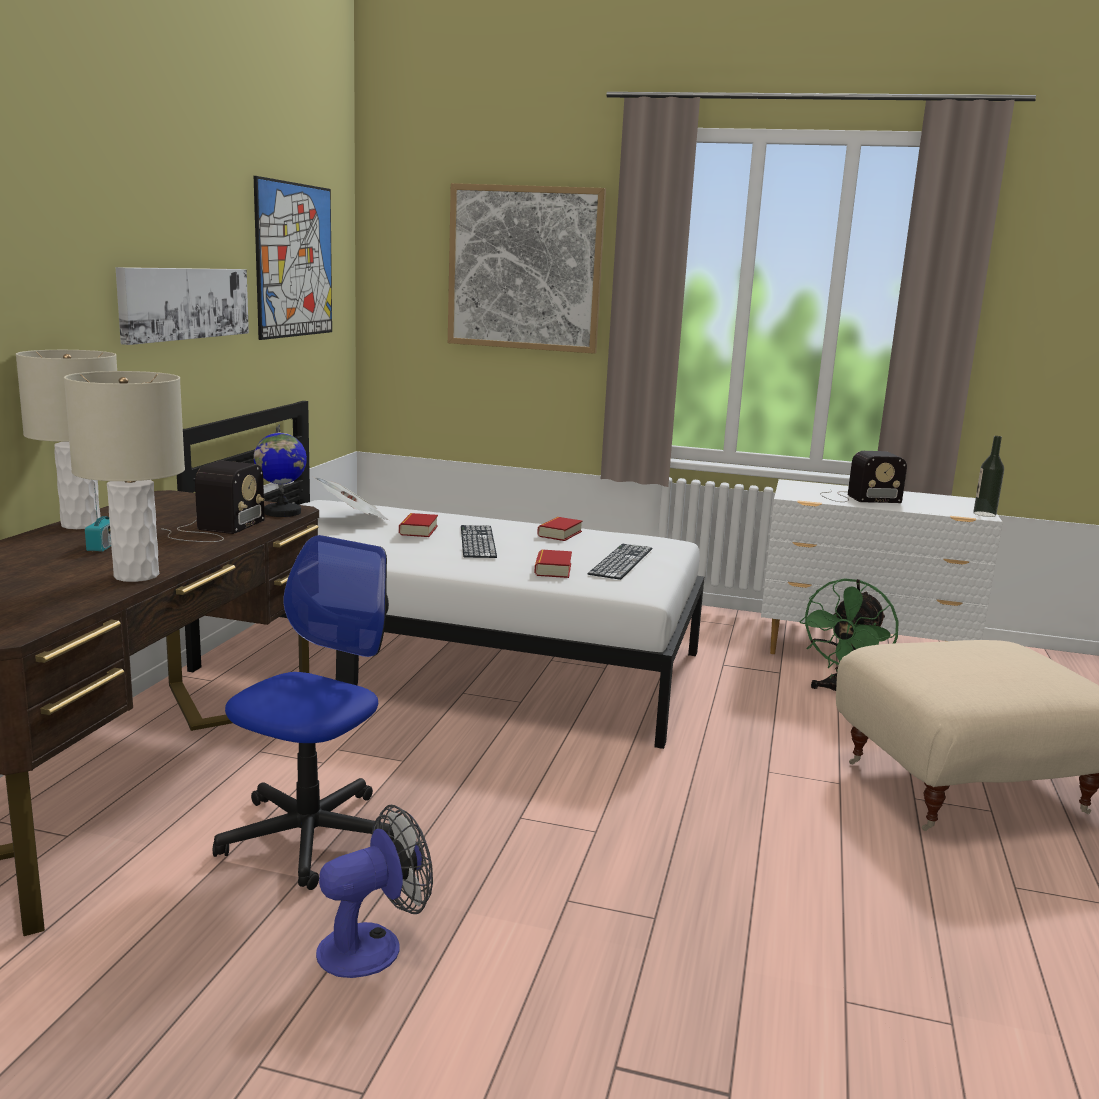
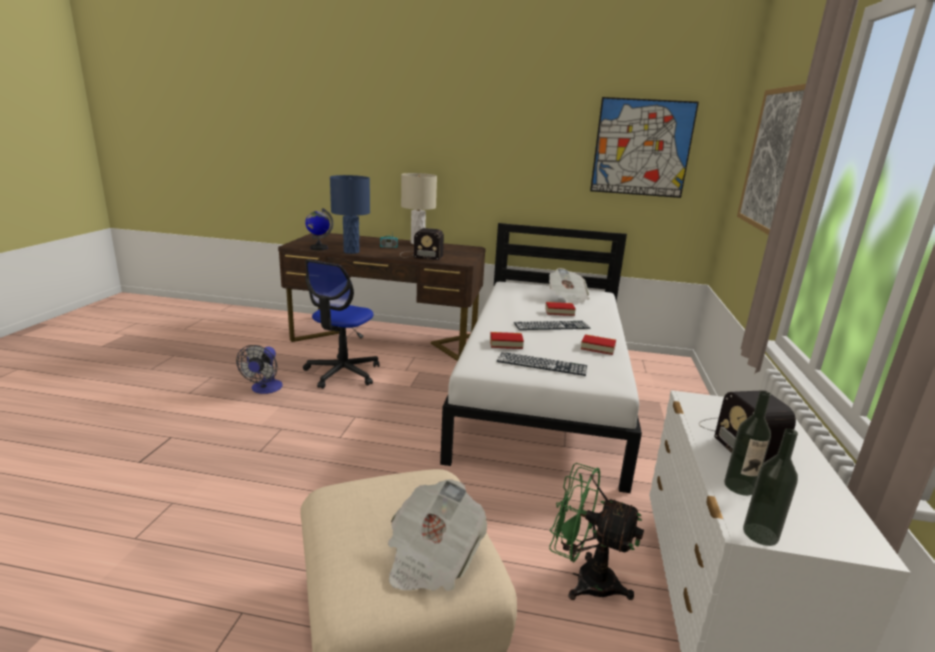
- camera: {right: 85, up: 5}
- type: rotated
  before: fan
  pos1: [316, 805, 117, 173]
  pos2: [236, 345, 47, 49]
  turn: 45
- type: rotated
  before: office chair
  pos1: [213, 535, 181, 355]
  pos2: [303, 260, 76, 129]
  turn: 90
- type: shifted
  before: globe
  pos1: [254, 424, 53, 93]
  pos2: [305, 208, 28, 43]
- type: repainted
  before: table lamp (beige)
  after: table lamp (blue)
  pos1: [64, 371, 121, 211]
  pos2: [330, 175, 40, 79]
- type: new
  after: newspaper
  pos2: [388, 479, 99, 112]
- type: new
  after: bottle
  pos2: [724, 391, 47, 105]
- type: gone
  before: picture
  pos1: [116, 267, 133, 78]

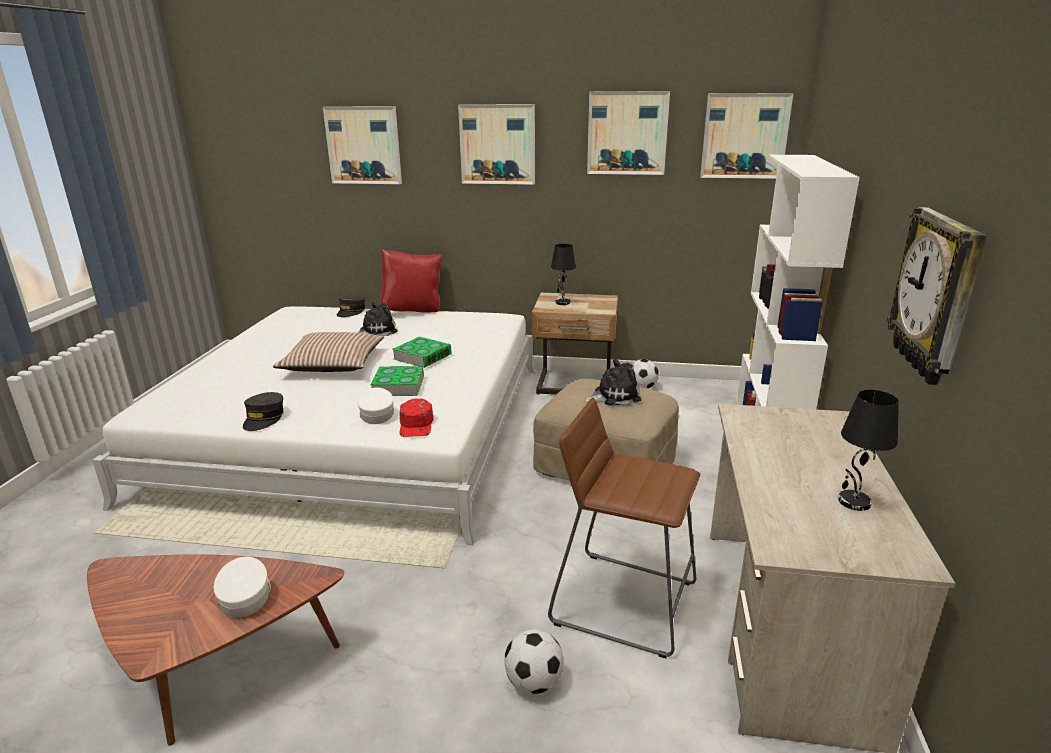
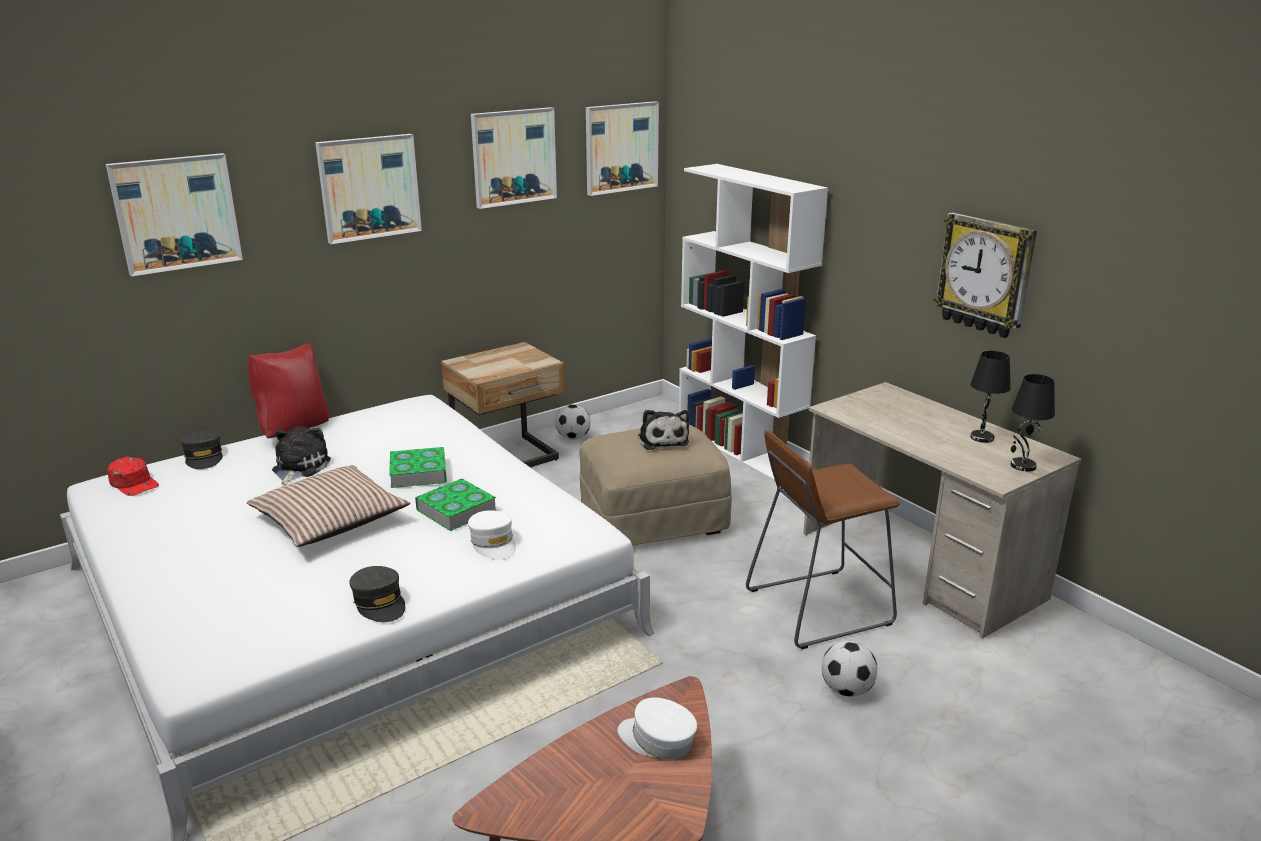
- camera: {right: -45, up: 0}
- type: shifted
  before: cap (red)
  pos1: [400, 398, 34, 39]
  pos2: [107, 457, 52, 39]
- type: rotated
  before: cap (white)
  pos1: [358, 388, 36, 36]
  pos2: [468, 510, 48, 50]
  turn: -150
- type: rotated
  before: plush toy
  pos1: [584, 358, 57, 47]
  pos2: [638, 410, 51, 40]
  turn: 135
- type: shifted
  before: table lamp (black)
  pos1: [551, 244, 25, 61]
  pos2: [1011, 374, 44, 97]

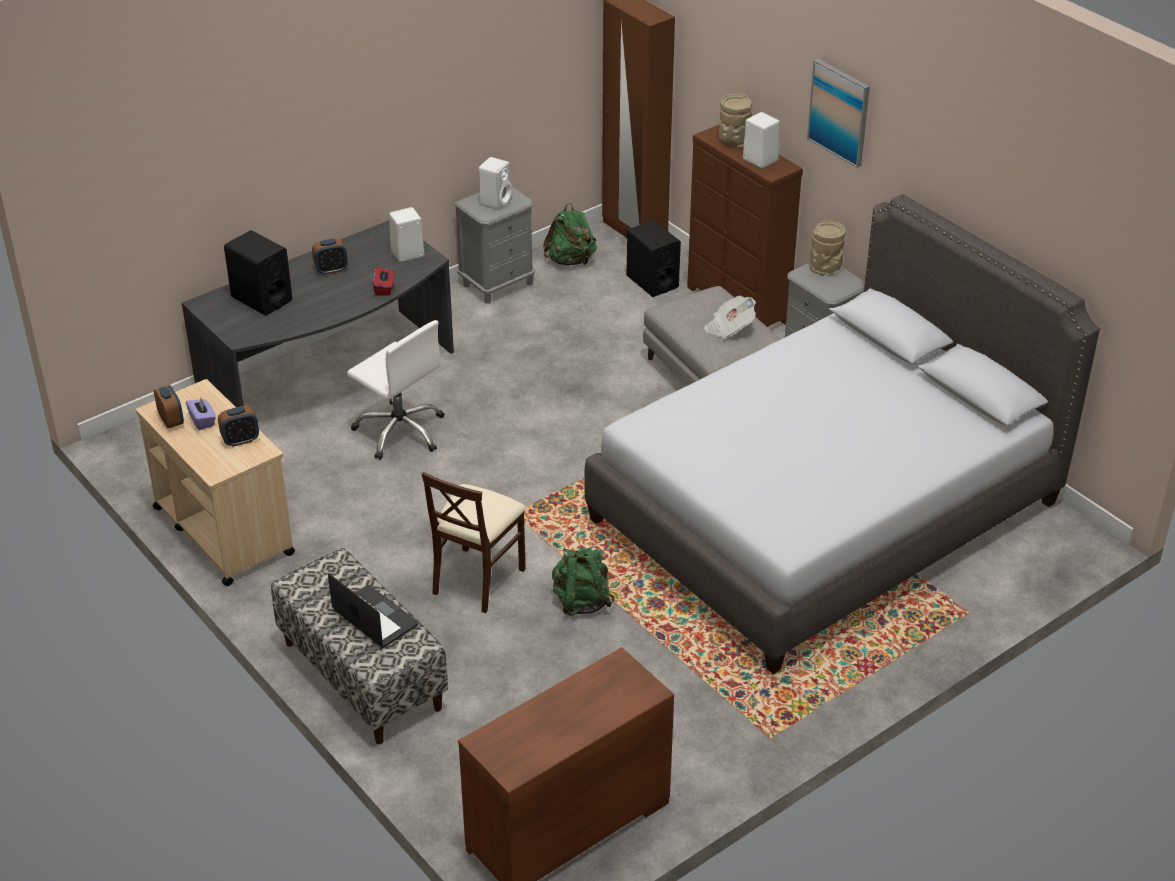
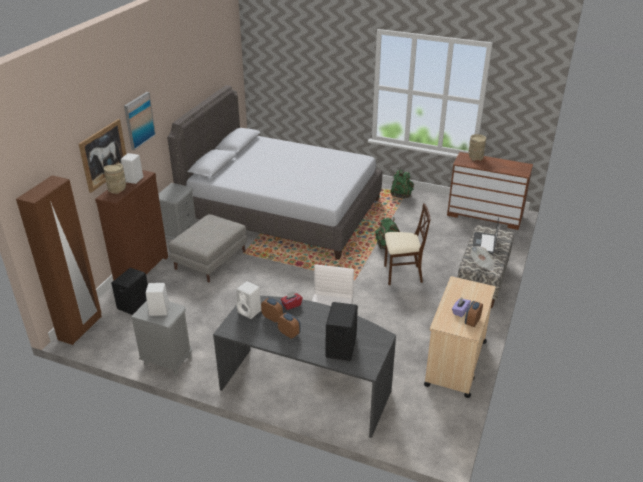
- camera: {right: -120, up: -5}
- type: new
  after: picture
  pos2: [79, 119, 47, 74]
- type: shifted
  before: alarm clock
  pos1: [218, 406, 41, 41]
  pos2: [261, 297, 23, 25]
- type: shifted
  before: backpack (green)
  pos1: [543, 203, 54, 63]
  pos2: [390, 170, 24, 28]
- type: shifted
  before: vase (beige)
  pos1: [809, 220, 37, 56]
  pos2: [468, 134, 18, 27]
- type: shifted
  before: newspaper
  pos1: [704, 296, 52, 44]
  pos2: [470, 246, 25, 26]

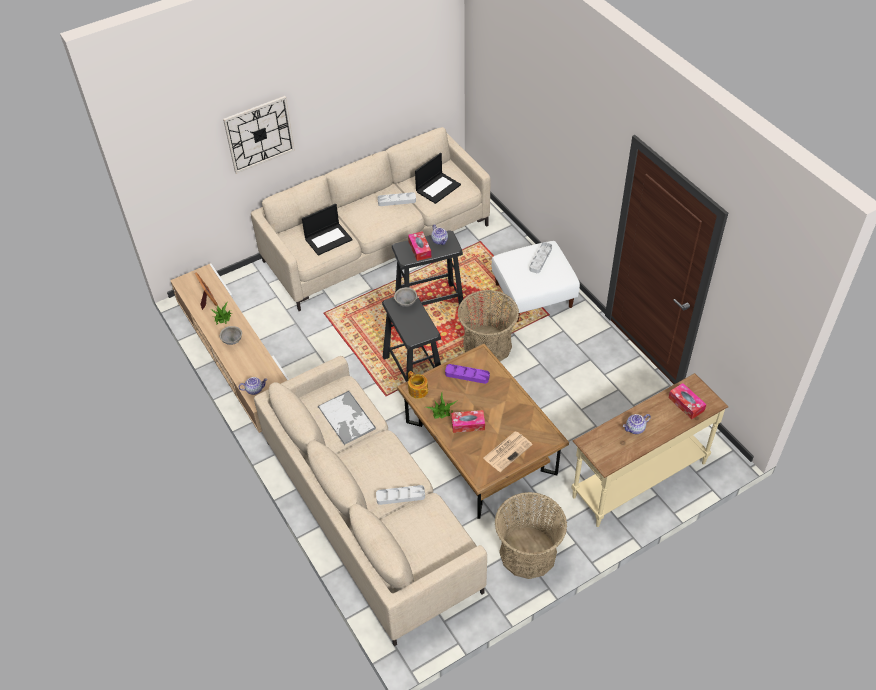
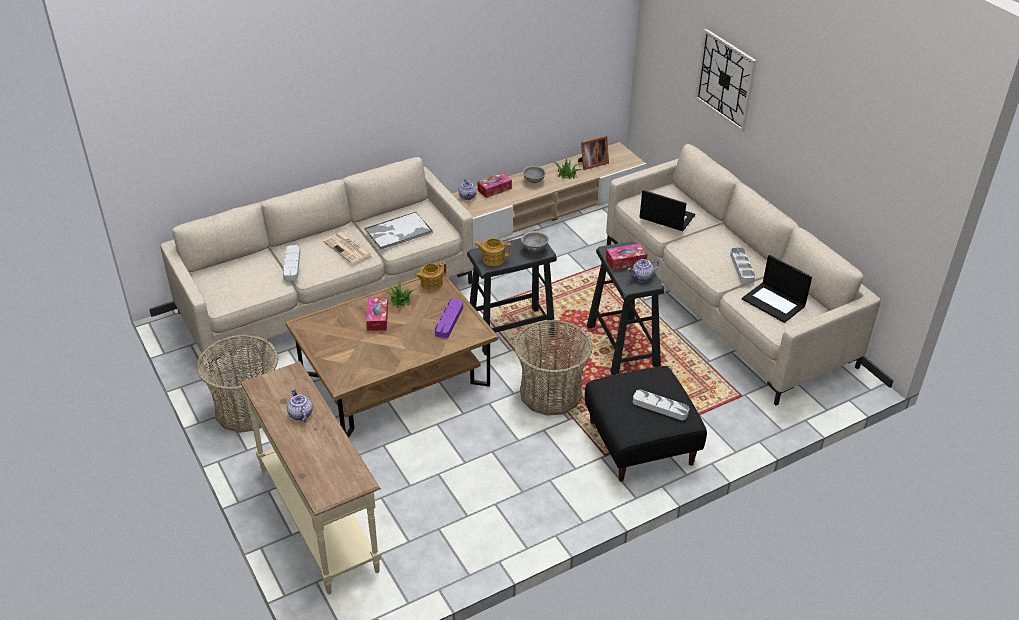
- camera: {right: 90, up: -10}
- type: shifted
  before: newspaper
  pos1: [483, 432, 50, 40]
  pos2: [323, 232, 50, 32]
- type: new
  after: teapot
  pos2: [475, 238, 36, 28]
- type: shifted
  before: tissue box
  pos1: [668, 383, 38, 36]
  pos2: [477, 173, 35, 25]
- type: repainted
  before: ottoman (white)
  after: ottoman (black)
  pos1: [492, 241, 88, 81]
  pos2: [585, 366, 122, 116]
- type: rotated
  before: laptop
  pos1: [302, 203, 50, 53]
  pos2: [640, 190, 55, 41]
  turn: 150

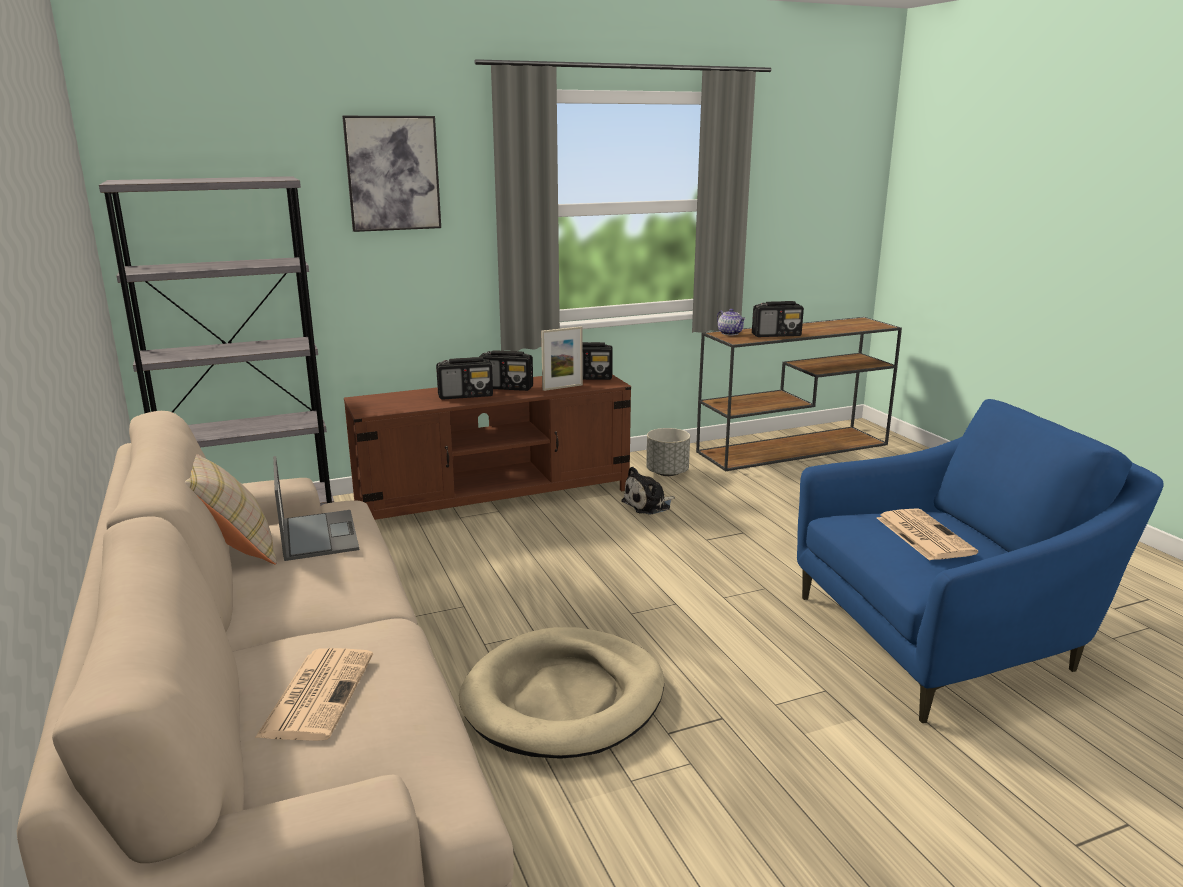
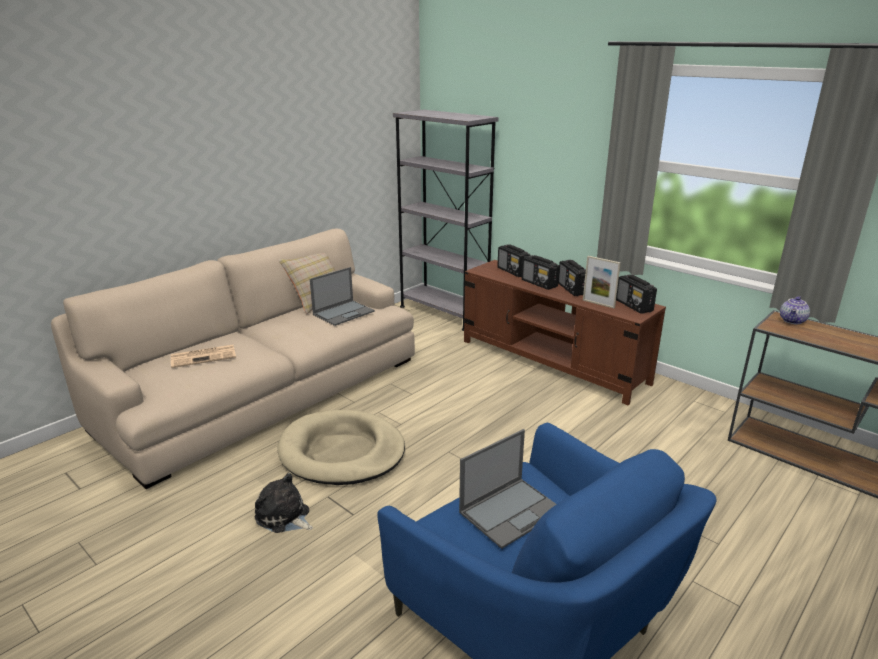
- camera: {right: 65, up: 5}
- type: shifted
  before: plush toy
  pos1: [621, 467, 54, 48]
  pos2: [254, 473, 59, 60]
- type: swapped
  before: newspaper
  after: laptop
  pos1: [877, 508, 101, 53]
  pos2: [459, 429, 97, 120]
- type: shifted
  before: radio
  pos1: [752, 301, 52, 36]
  pos2: [498, 244, 33, 33]
- type: gone
  before: picture
  pos1: [342, 116, 99, 116]
- type: gone
  before: planter (grey)
  pos1: [646, 428, 44, 48]

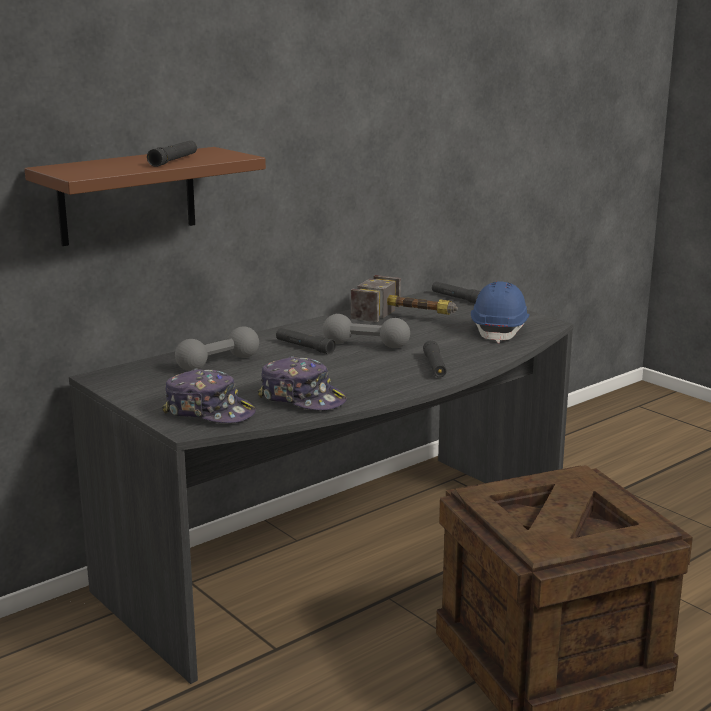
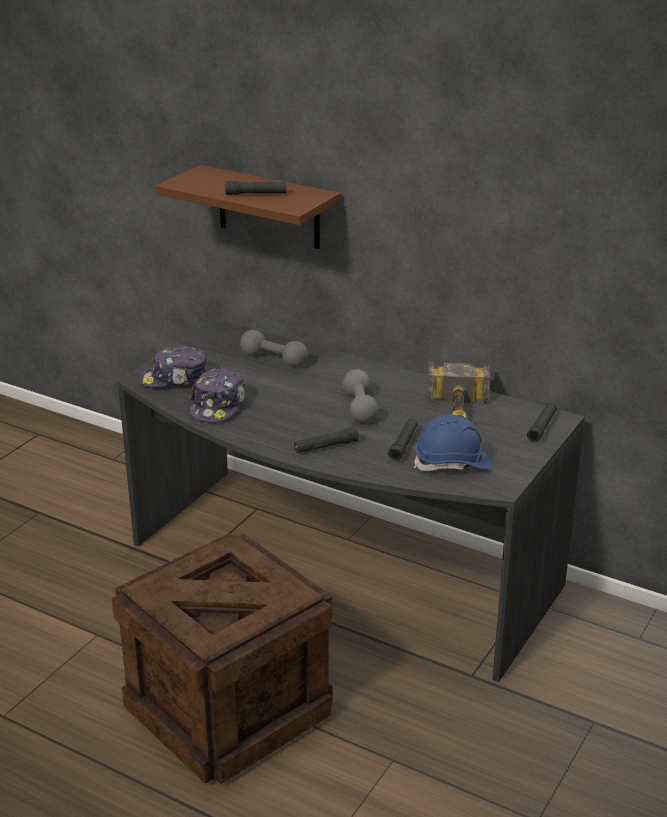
- camera: {right: 70, up: 10}
- type: rotated
  before: cap
  pos1: [162, 368, 94, 55]
  pos2: [139, 347, 68, 41]
  turn: 75
- type: shifted
  before: flashlight (black)
  pos1: [276, 328, 60, 27]
  pos2: [388, 418, 30, 43]

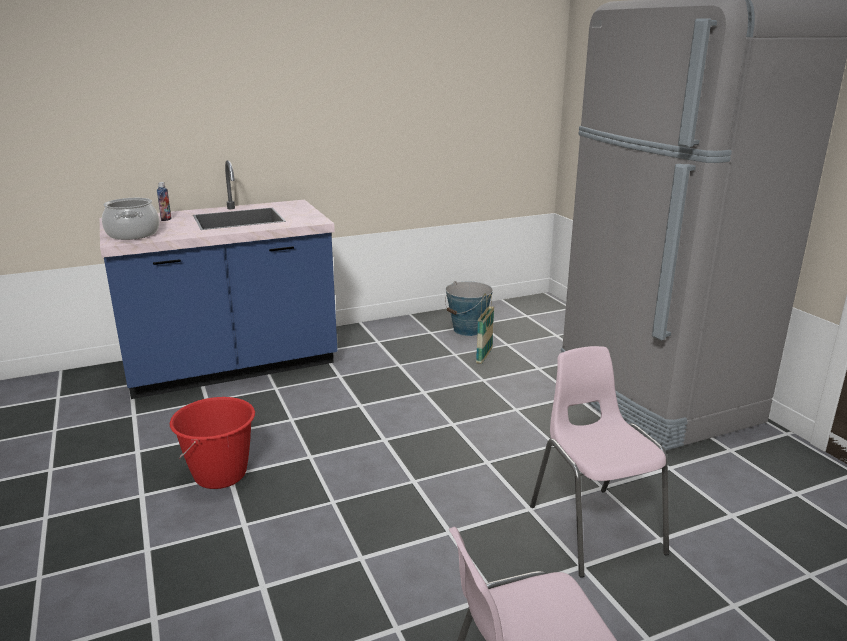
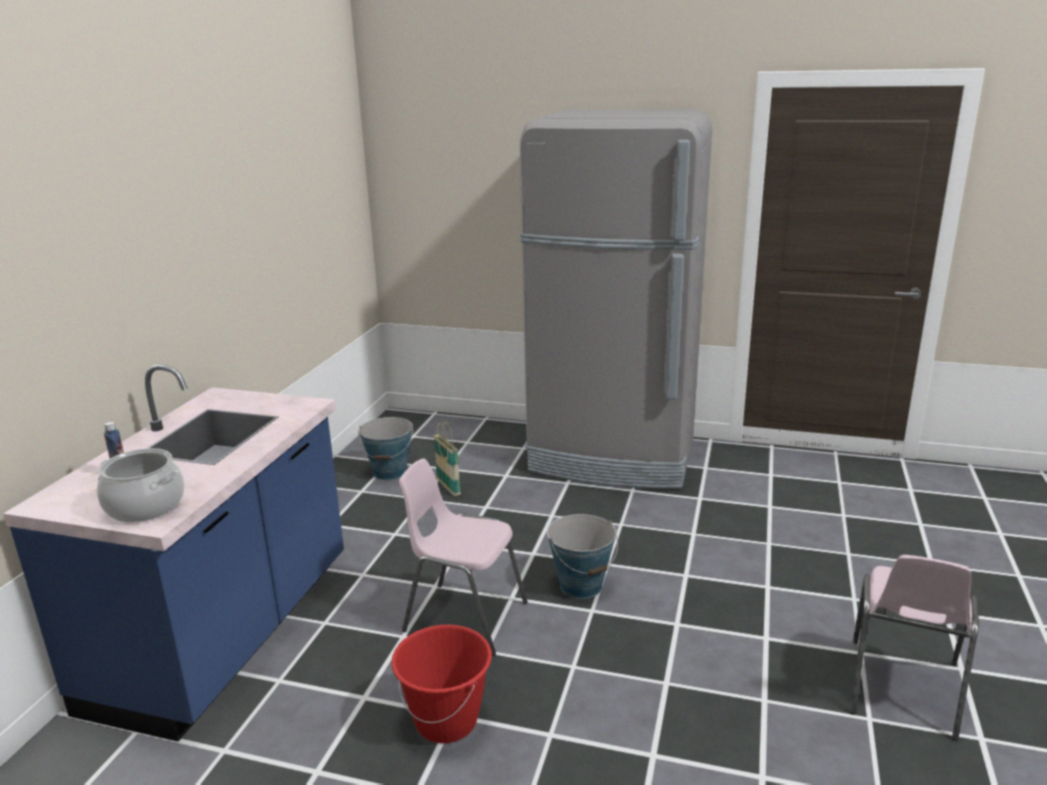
- camera: {right: -50, up: 0}
- type: shifted
  before: chair (pink)
  pos1: [530, 346, 139, 231]
  pos2: [399, 458, 129, 198]
- type: new
  after: bucket
  pos2: [547, 514, 71, 85]

